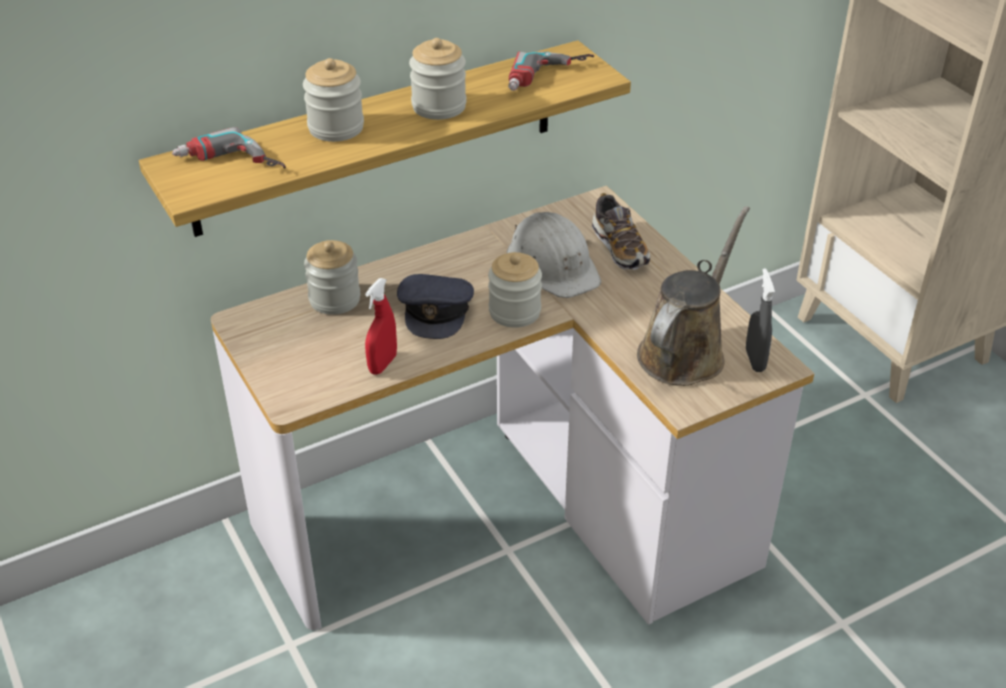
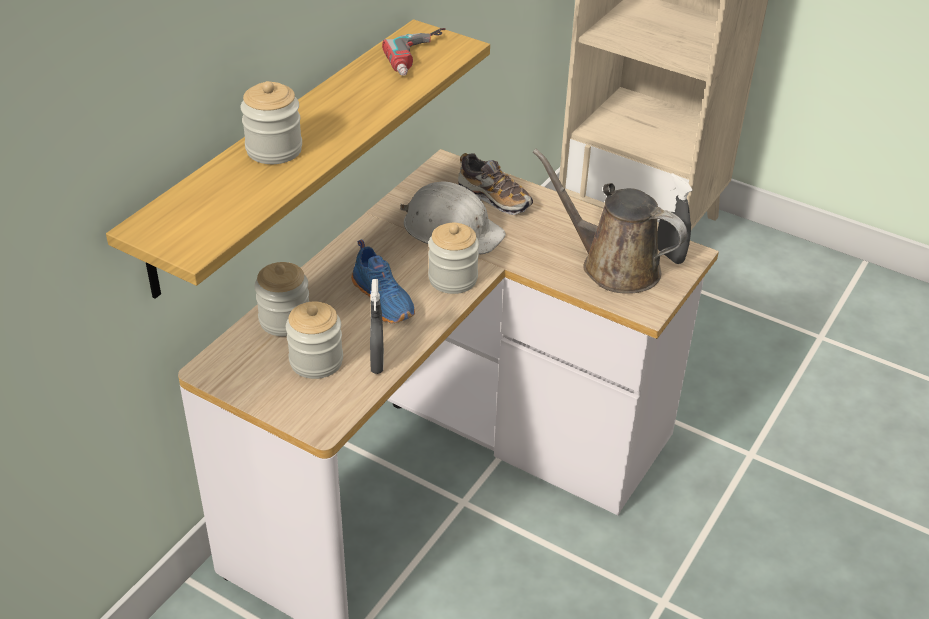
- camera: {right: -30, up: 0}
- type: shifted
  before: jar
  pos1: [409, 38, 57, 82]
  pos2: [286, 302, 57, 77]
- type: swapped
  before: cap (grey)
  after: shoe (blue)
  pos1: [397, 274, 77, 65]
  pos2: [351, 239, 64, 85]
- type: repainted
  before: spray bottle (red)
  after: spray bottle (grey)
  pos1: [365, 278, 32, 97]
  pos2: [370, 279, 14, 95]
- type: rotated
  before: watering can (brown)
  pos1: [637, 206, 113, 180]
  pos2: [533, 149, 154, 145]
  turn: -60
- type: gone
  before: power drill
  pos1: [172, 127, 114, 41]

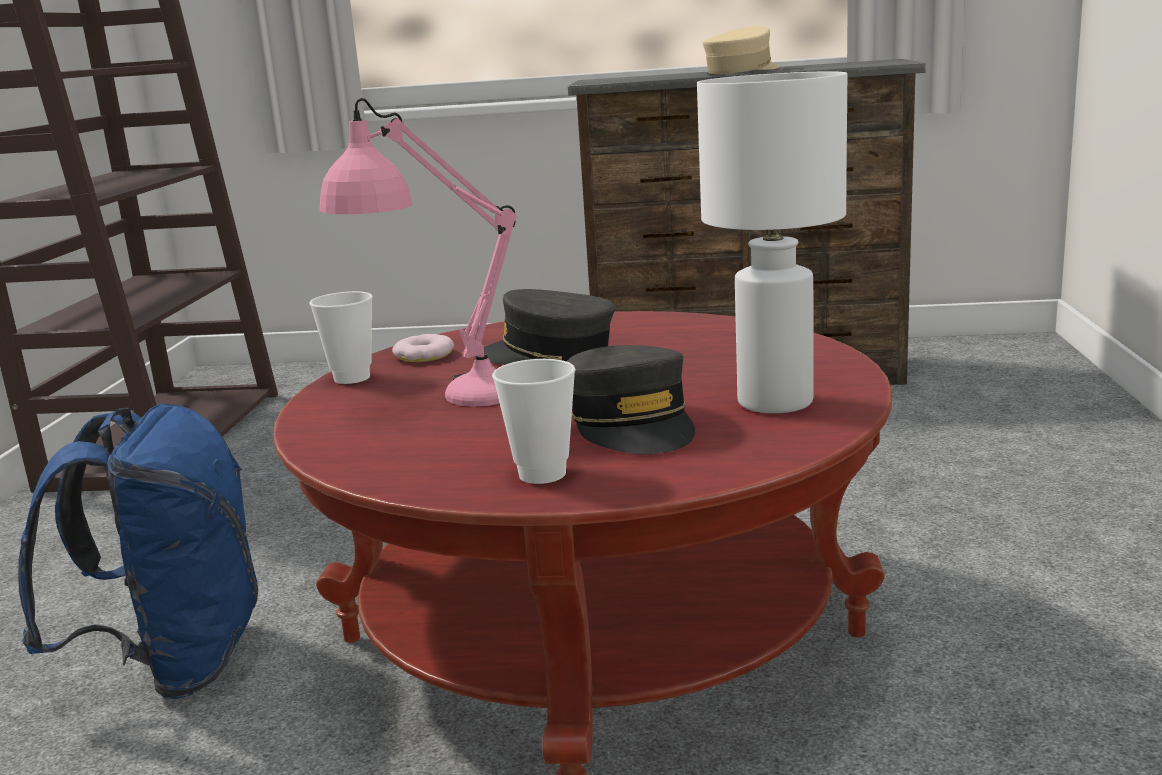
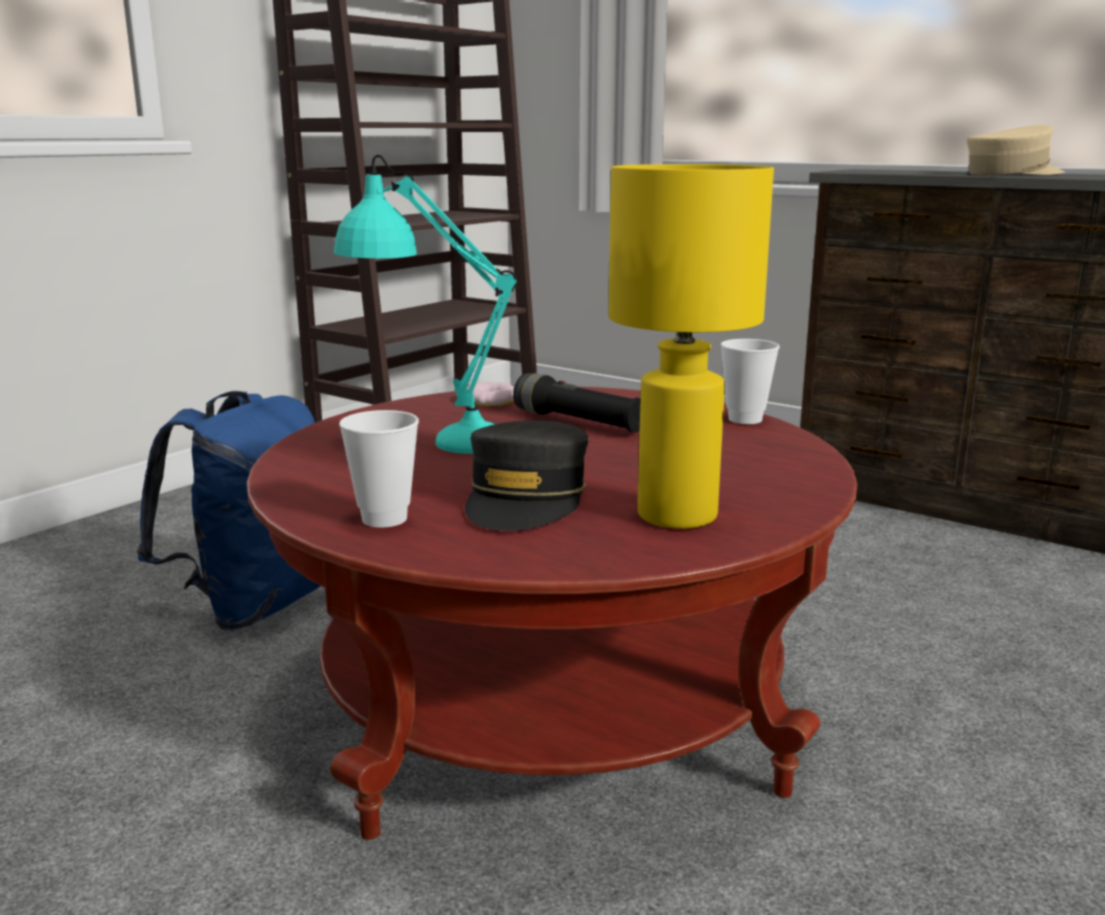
- camera: {right: 30, up: 0}
- type: repainted
  before: table lamp (pink)
  after: table lamp (turquoise)
  pos1: [320, 98, 197, 309]
  pos2: [334, 155, 183, 299]
- type: swapped
  before: cap (grey)
  after: flashlight (black)
  pos1: [475, 289, 140, 76]
  pos2: [513, 373, 128, 60]
- type: repainted
  before: table lamp (white)
  after: table lamp (yellow)
  pos1: [697, 71, 150, 342]
  pos2: [609, 164, 165, 365]
- type: shifted
  before: cup
  pos1: [309, 291, 64, 93]
  pos2: [721, 339, 59, 85]

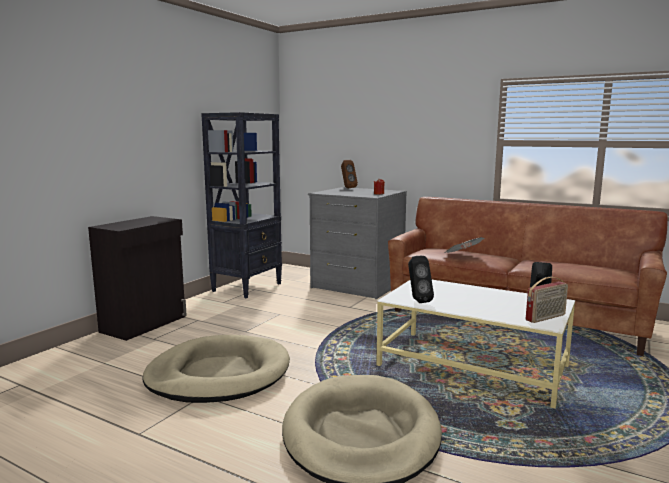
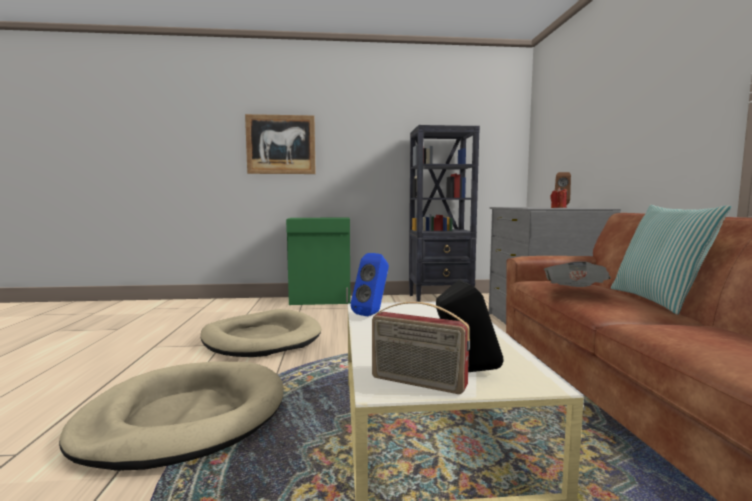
- camera: {right: 55, up: -5}
- type: new
  after: picture
  pos2: [245, 114, 71, 60]
- type: repainted
  before: cabinet (black)
  after: cabinet (green)
  pos1: [88, 216, 99, 125]
  pos2: [286, 218, 64, 87]
- type: repainted
  before: speaker (black)
  after: speaker (blue)
  pos1: [408, 256, 26, 47]
  pos2: [350, 253, 39, 63]
- type: new
  after: pillow
  pos2: [611, 205, 120, 110]

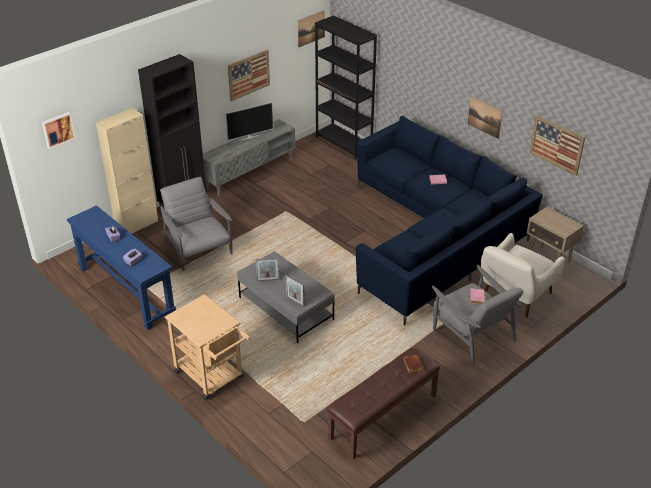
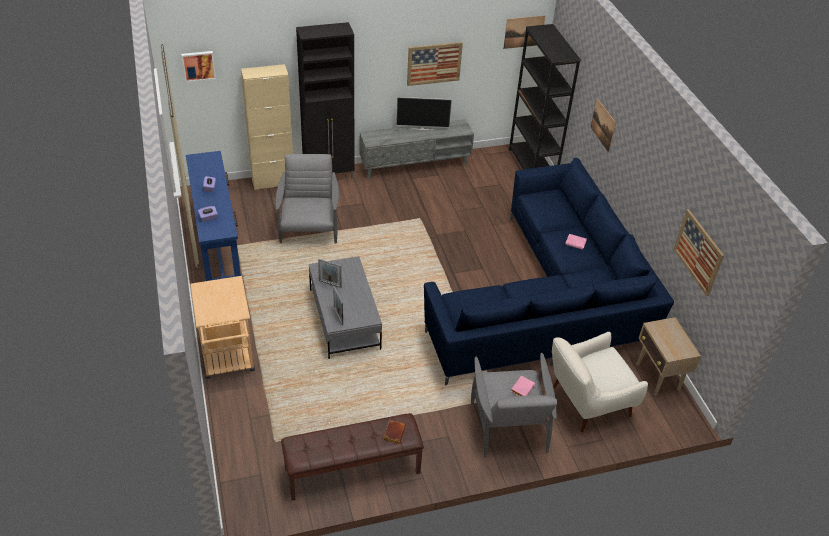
- camera: {right: 25, up: 5}
- type: shifted
  before: picture
  pos1: [468, 96, 35, 43]
  pos2: [591, 98, 25, 54]

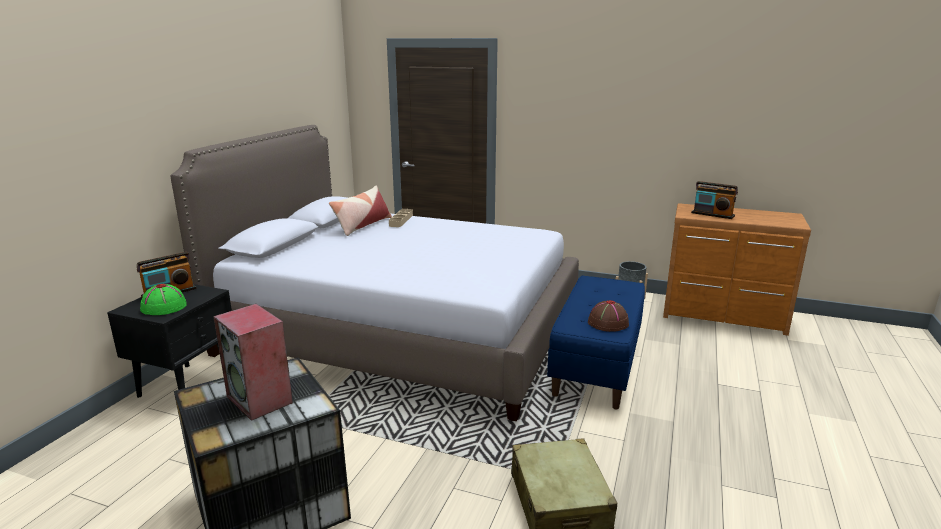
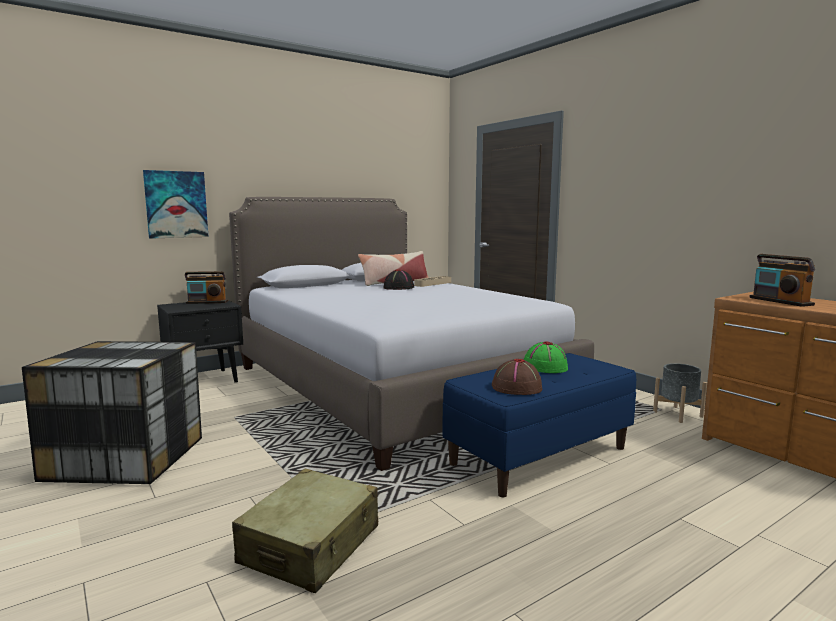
- camera: {right: 35, up: -10}
- type: new
  after: picture
  pos2: [143, 170, 65, 69]
- type: new
  after: hat (black)
  pos2: [383, 269, 31, 21]
- type: shifted
  before: hat (green)
  pos1: [140, 284, 47, 31]
  pos2: [524, 342, 44, 31]
- type: gone
  before: speaker
  pos1: [213, 304, 80, 117]

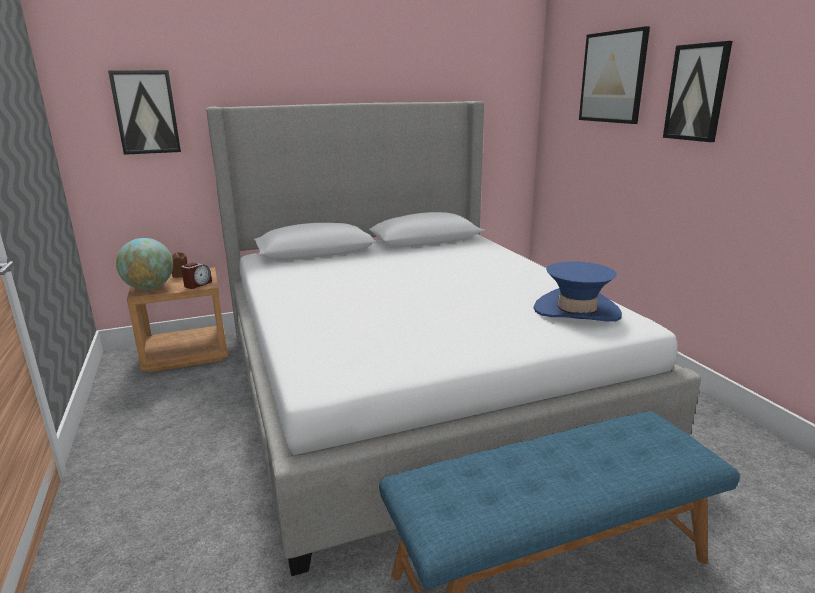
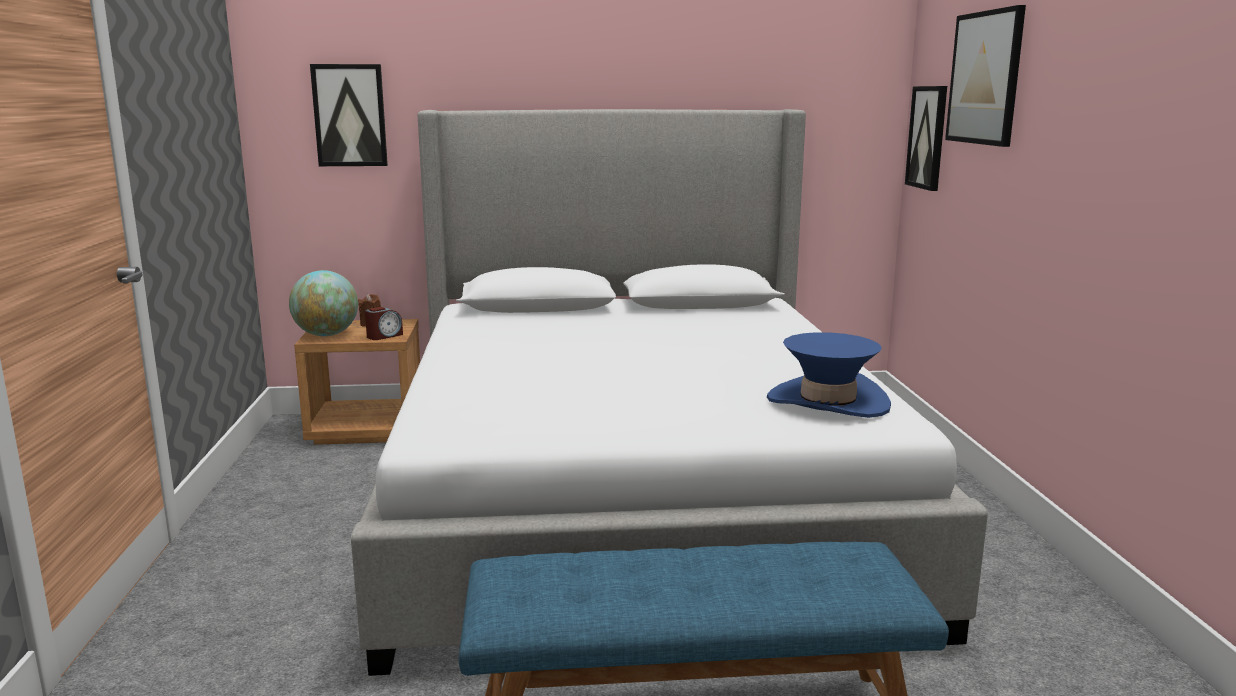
- camera: {right: 15, up: -5}
- type: shifted
  before: picture
  pos1: [663, 41, 70, 101]
  pos2: [905, 86, 42, 105]

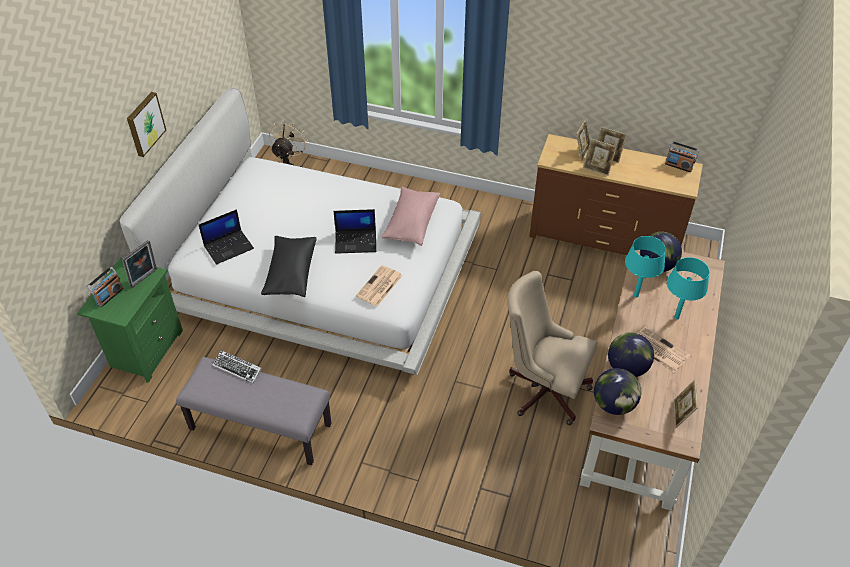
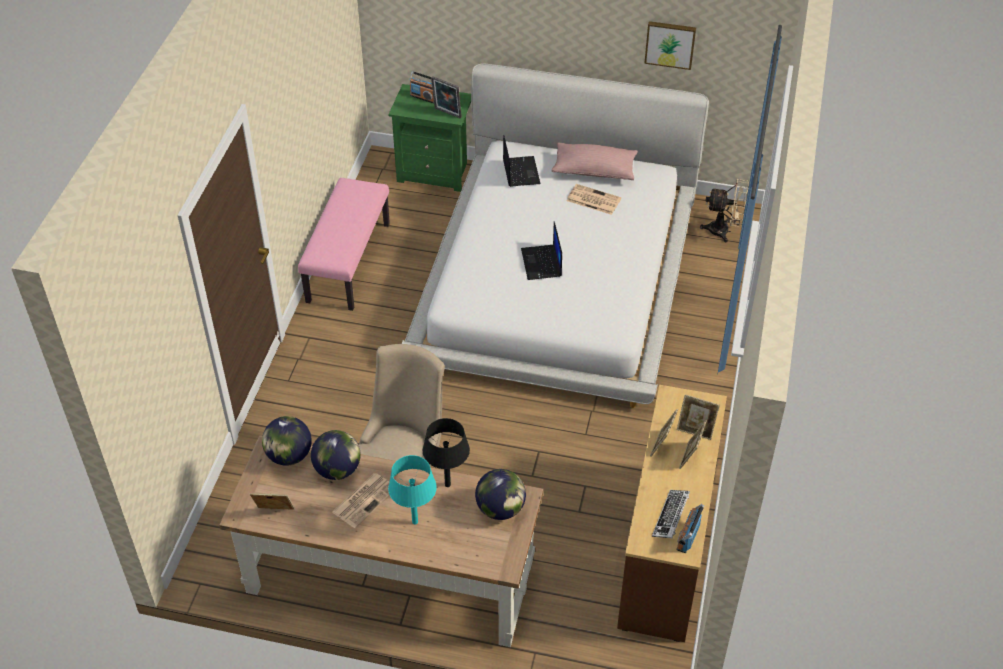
- camera: {right: 85, up: 0}
- type: repainted
  before: bench (grey)
  after: bench (pink)
  pos1: [176, 357, 156, 108]
  pos2: [298, 178, 92, 133]
- type: repainted
  before: table lamp (turquoise)
  after: table lamp (black)
  pos1: [625, 236, 41, 62]
  pos2: [423, 418, 47, 69]
- type: rotated
  before: laptop
  pos1: [199, 209, 55, 56]
  pos2: [503, 136, 38, 51]
  turn: -150
- type: shifted
  before: pillow (pink)
  pos1: [381, 187, 59, 59]
  pos2: [552, 142, 86, 38]
- type: shifted
  before: newspaper
  pos1: [356, 265, 46, 41]
  pos2: [567, 184, 54, 31]
- type: shifted
  before: picture
  pos1: [127, 92, 39, 65]
  pos2: [644, 21, 52, 49]
- type: shifted
  before: keyboard
  pos1: [213, 350, 48, 34]
  pos2: [652, 490, 38, 48]
- type: gone
  before: pillow (black)
  pos1: [261, 236, 56, 61]

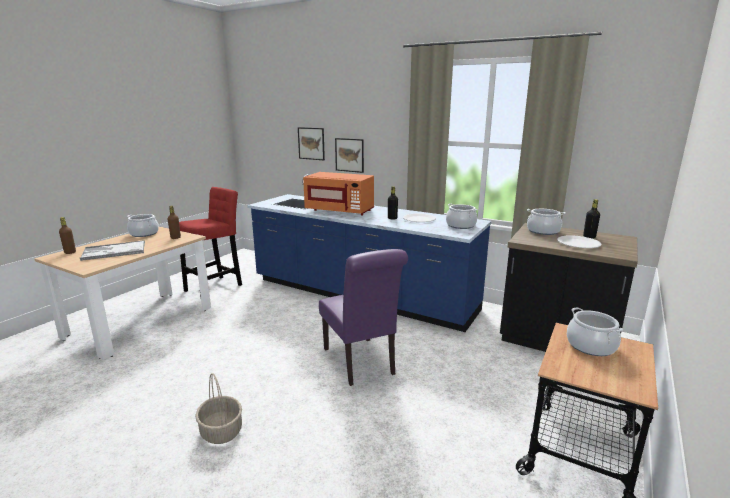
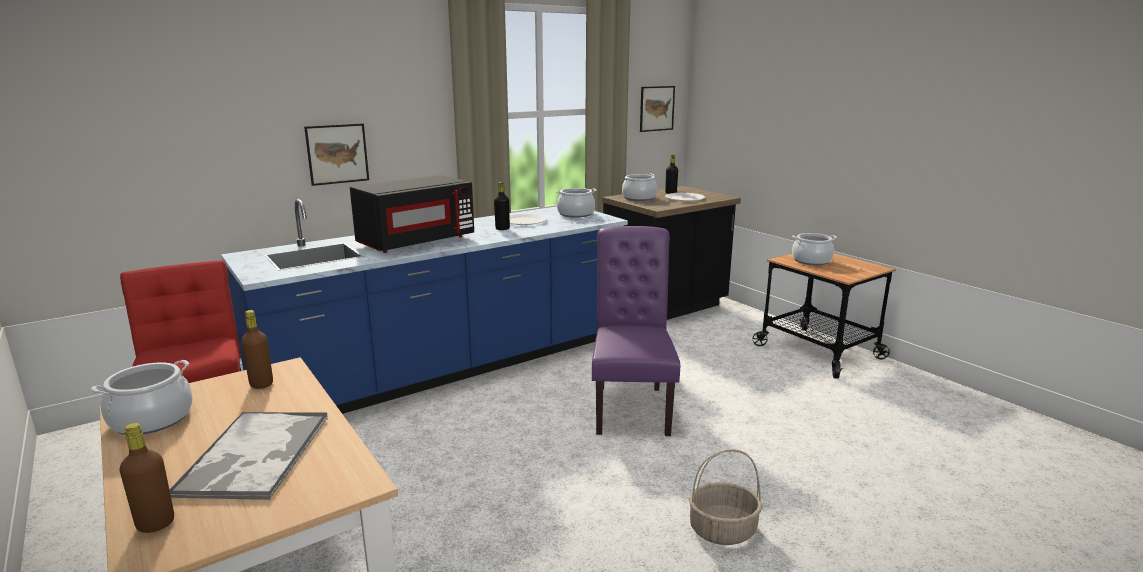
- camera: {right: -65, up: 0}
- type: repainted
  before: microwave (orange)
  after: microwave (black)
  pos1: [303, 172, 71, 43]
  pos2: [350, 175, 124, 78]
- type: rotated
  before: chair (purple)
  pos1: [319, 249, 89, 137]
  pos2: [592, 226, 88, 210]
  turn: -90
- type: shifted
  before: picture
  pos1: [298, 127, 27, 33]
  pos2: [640, 86, 35, 46]

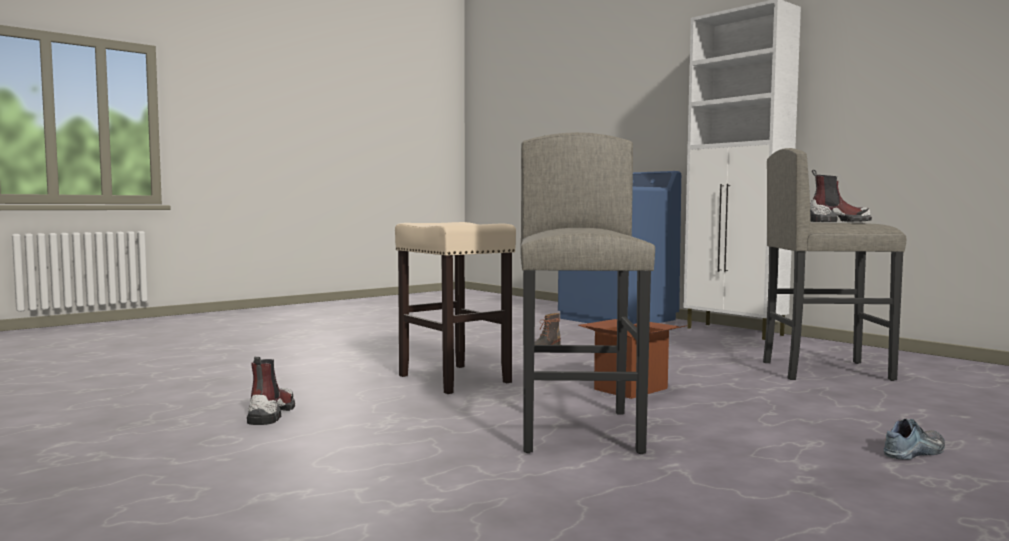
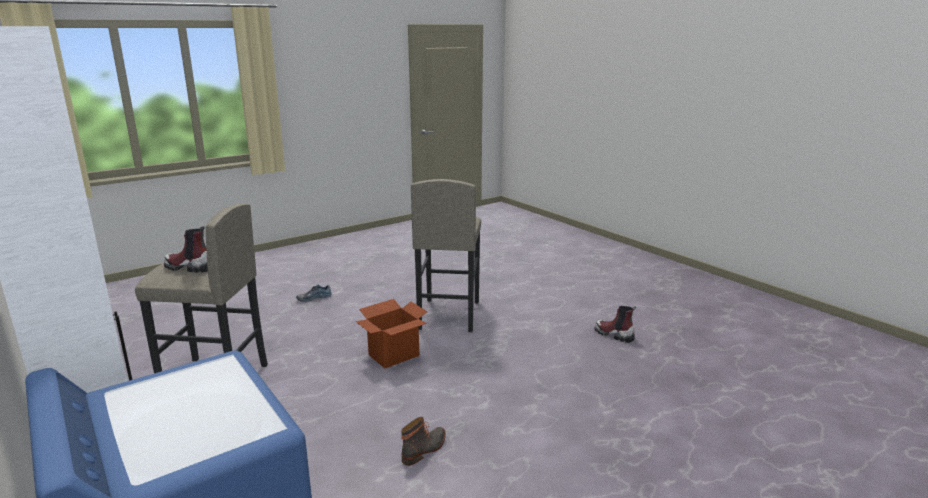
- camera: {right: -175, up: 15}
- type: rotated
  before: boot
  pos1: [247, 357, 48, 68]
  pos2: [594, 306, 42, 37]
  turn: 120
- type: gone
  before: stool (beige)
  pos1: [395, 222, 121, 172]

